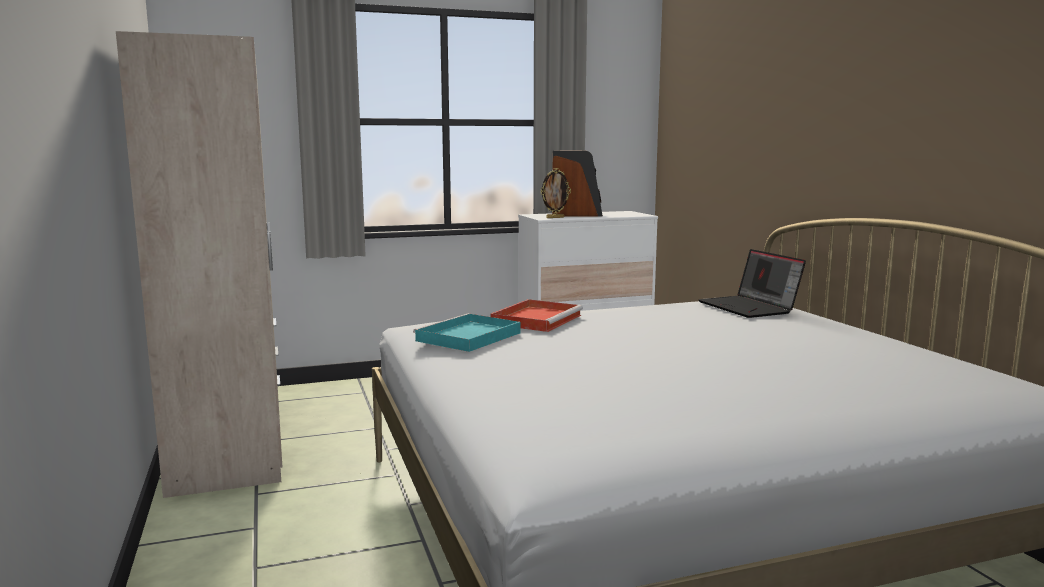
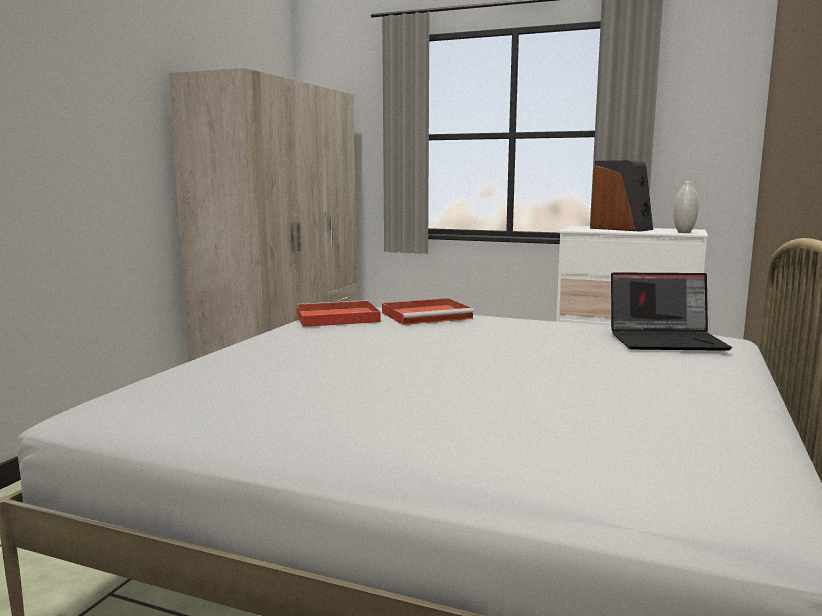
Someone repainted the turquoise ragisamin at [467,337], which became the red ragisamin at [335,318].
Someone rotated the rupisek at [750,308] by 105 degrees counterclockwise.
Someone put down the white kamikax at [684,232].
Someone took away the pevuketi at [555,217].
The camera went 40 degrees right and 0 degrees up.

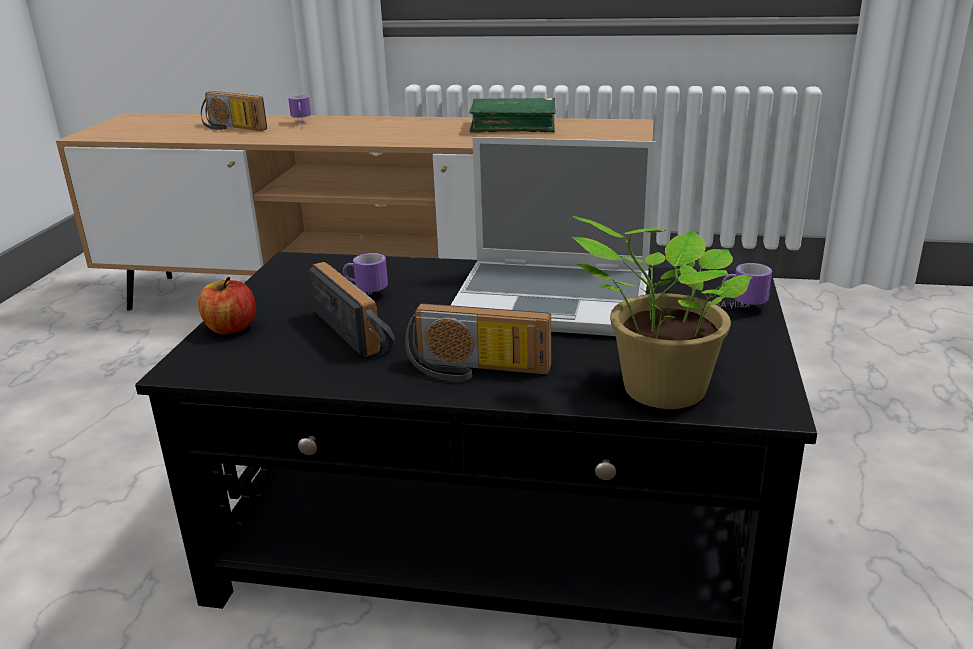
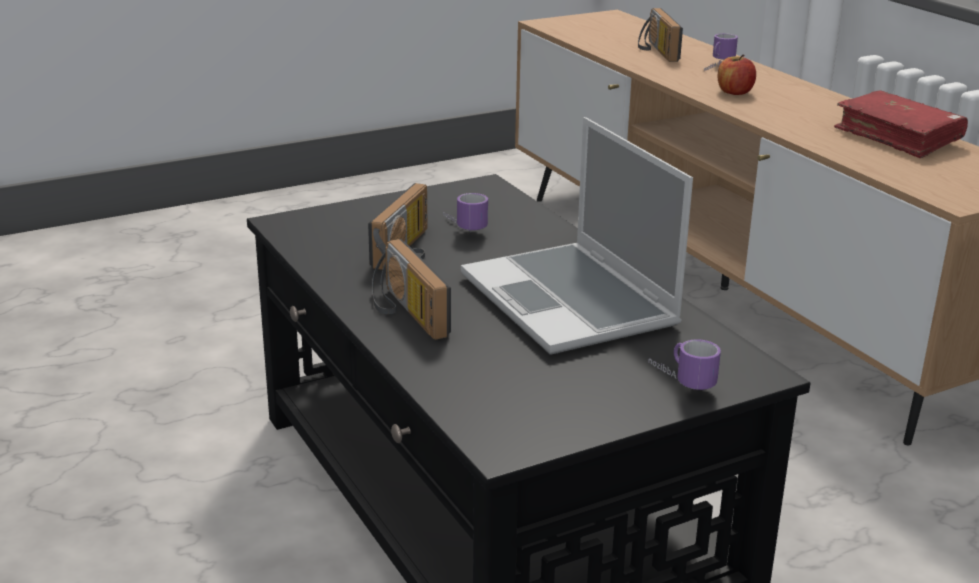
Someone carried the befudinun from [230,328] to [734,92].
Someone repainted the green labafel at [513,126], which became the red labafel at [898,137].
Someone took away the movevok at [657,390].
The camera went 50 degrees right and 0 degrees up.

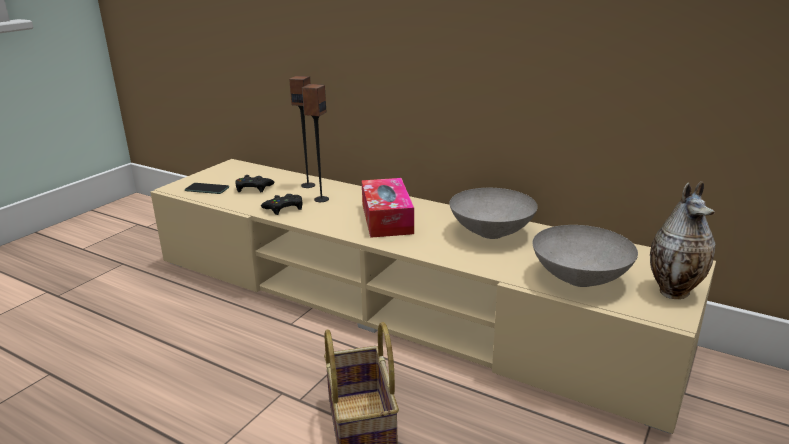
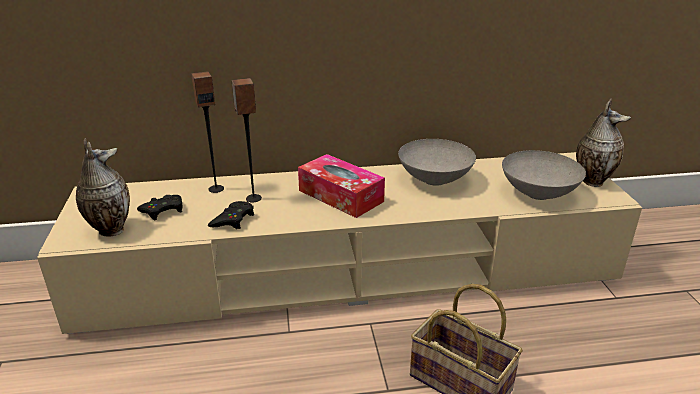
Someone swapped the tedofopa at [207,189] for the kamikax at [109,229].
The camera went 40 degrees left and 5 degrees up.

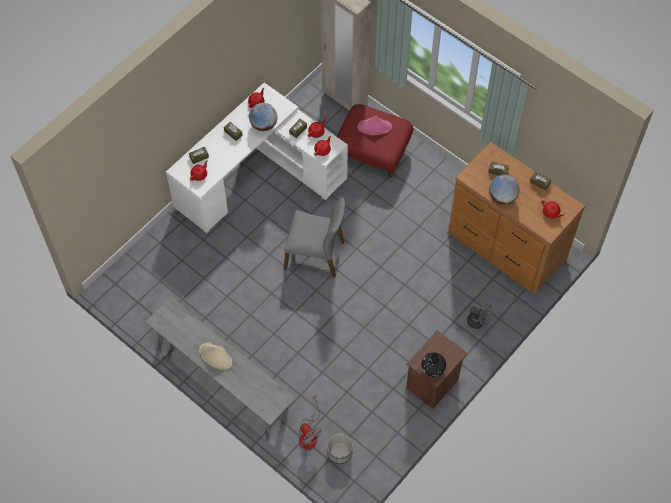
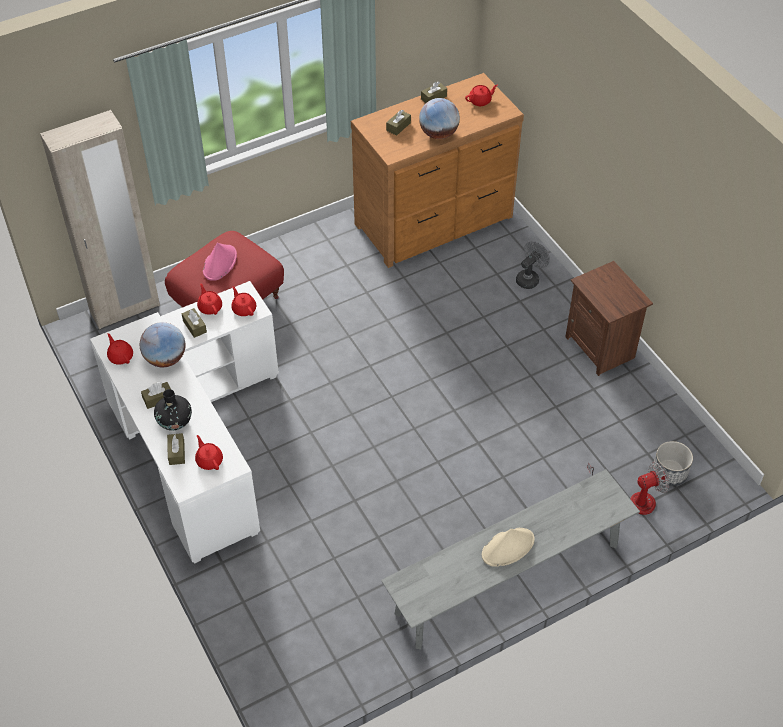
Someone carried the black kamikax from [433,369] to [175,421].
Someone took away the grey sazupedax at [315,254].
The camera went 70 degrees left and 10 degrees down.

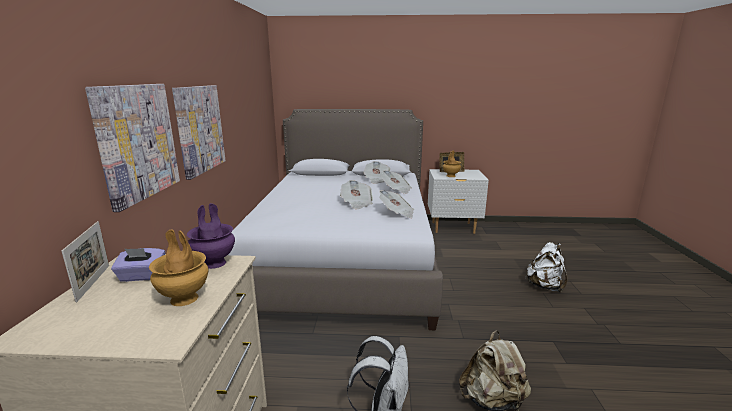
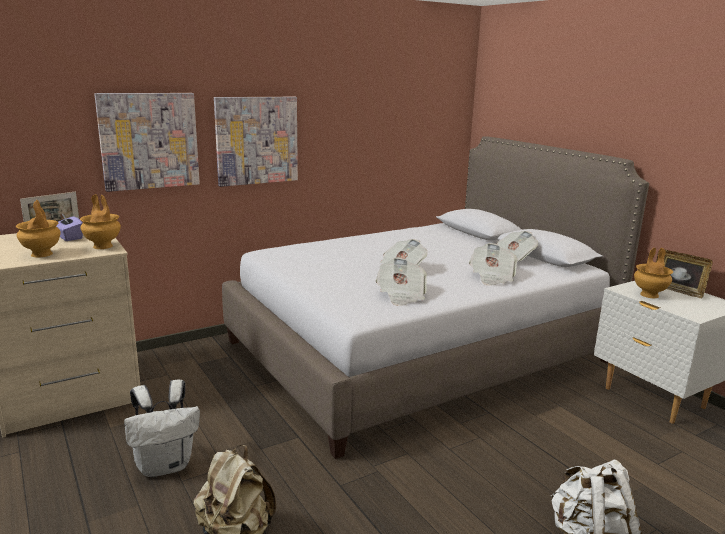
Someone repainted the purple kamikax at [215,263], which became the brown kamikax at [103,246].
The camera went 55 degrees right and 0 degrees up.

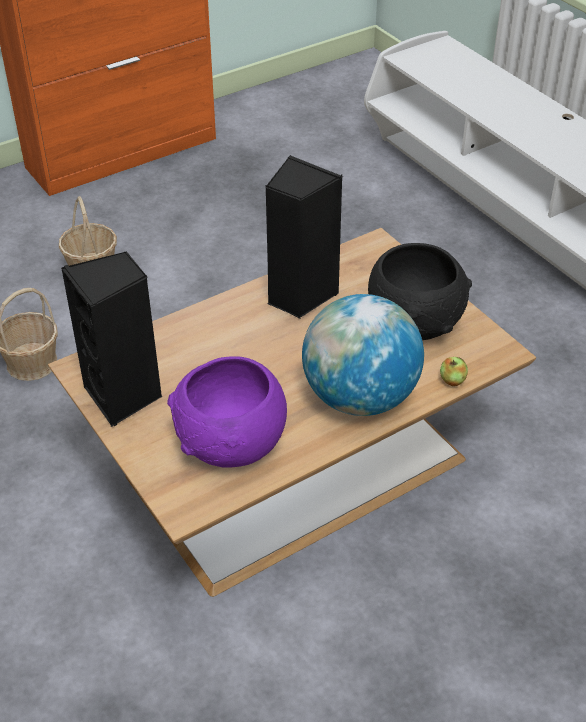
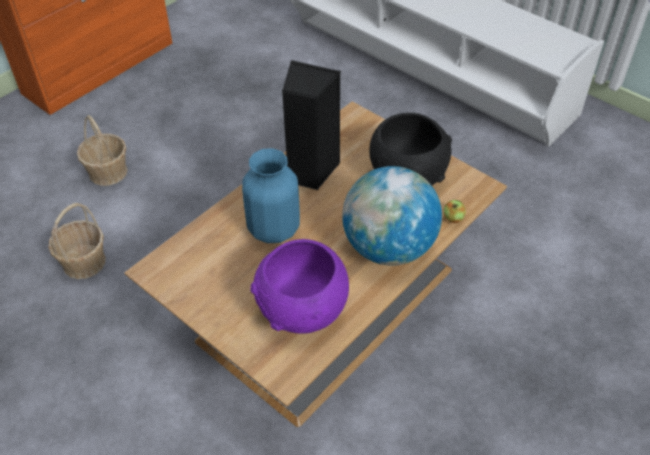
Someone put down the blue kamikax at [273,228].
Someone took away the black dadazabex at [124,396].
The camera went 15 degrees left and 5 degrees up.

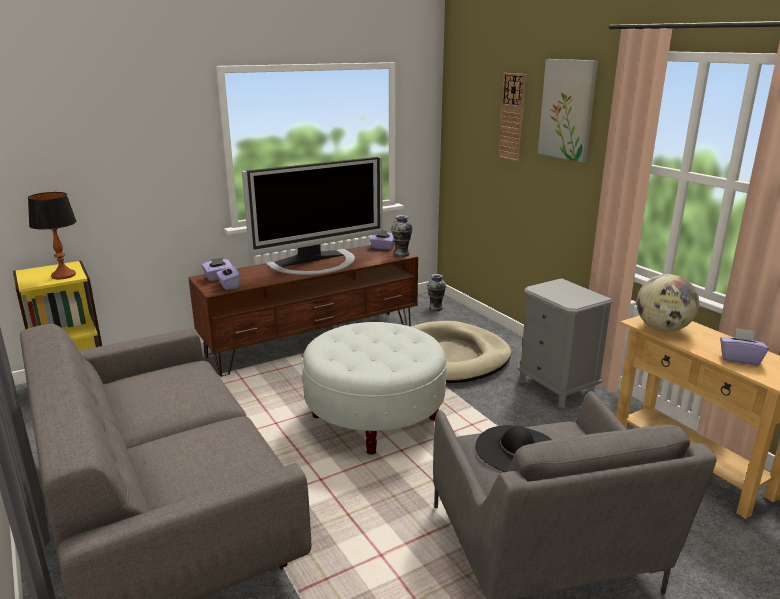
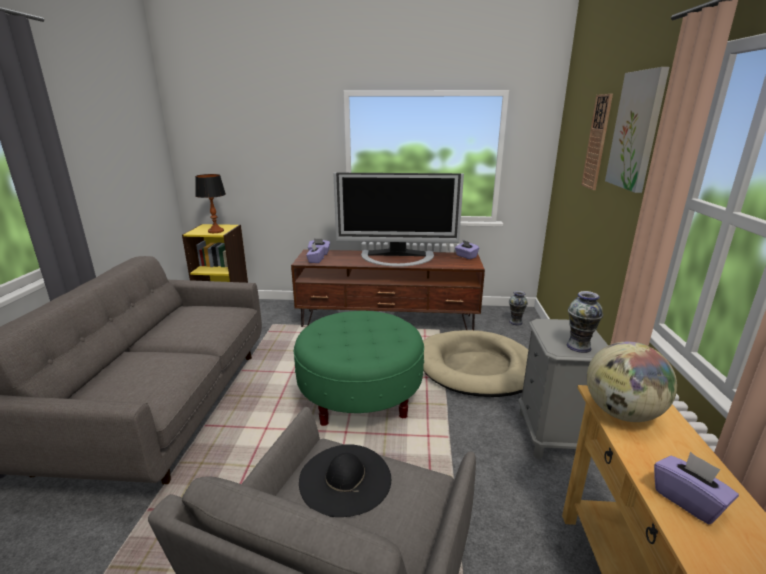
Someone repainted the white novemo at [375,417], which became the green novemo at [360,396].
Someone carried the kamikax from [401,254] to [579,346].
The camera went 35 degrees right and 0 degrees up.

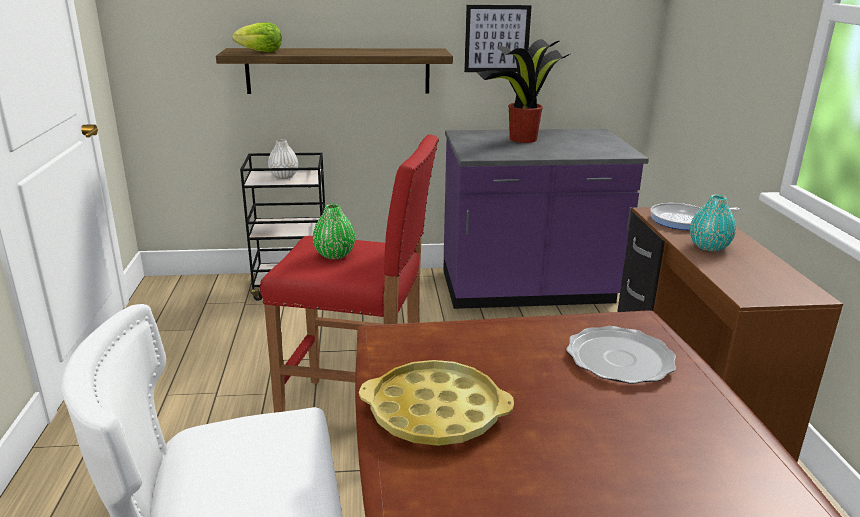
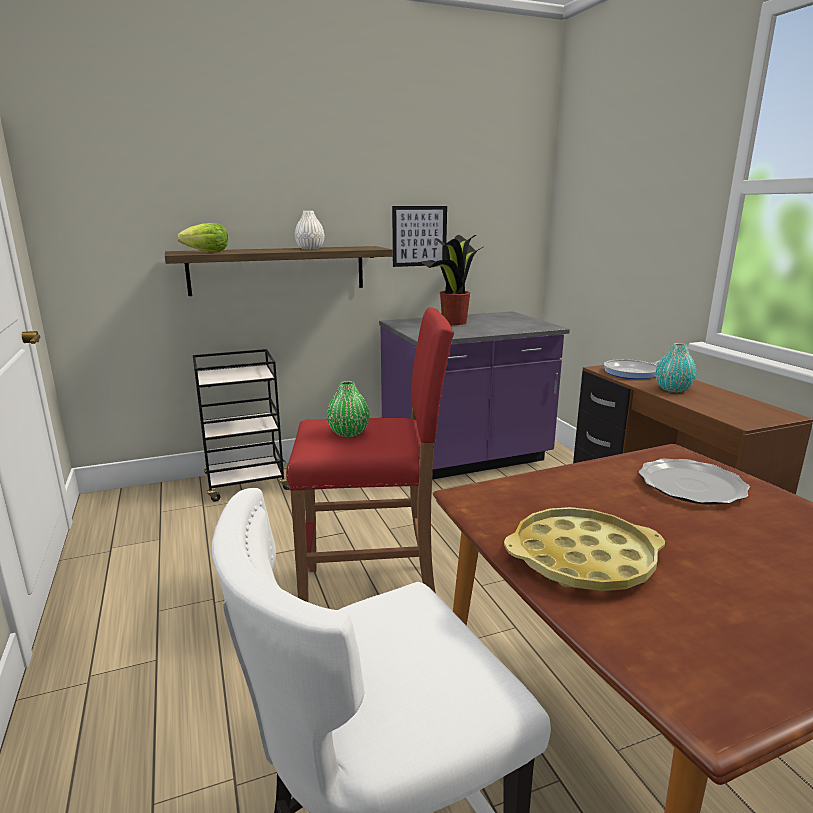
Someone carried the white kamikax from [284,176] to [310,249].
The camera went 15 degrees left and 5 degrees down.

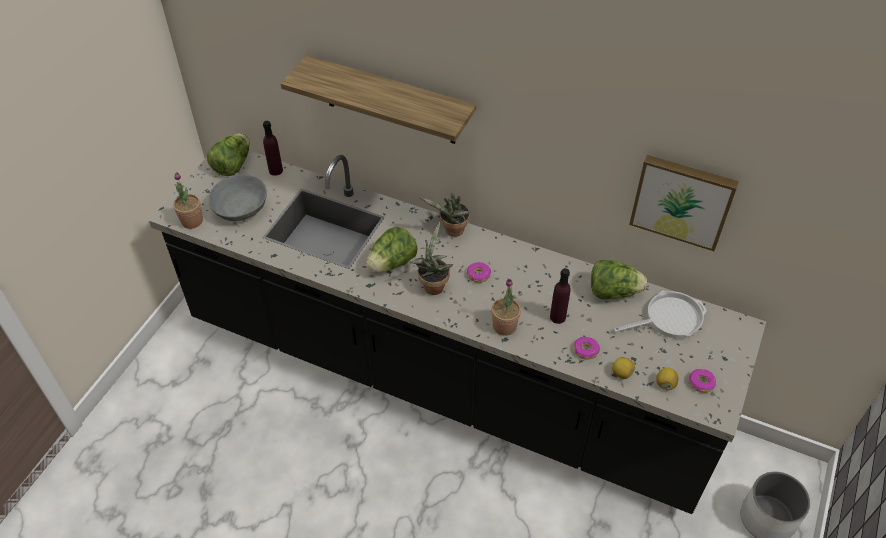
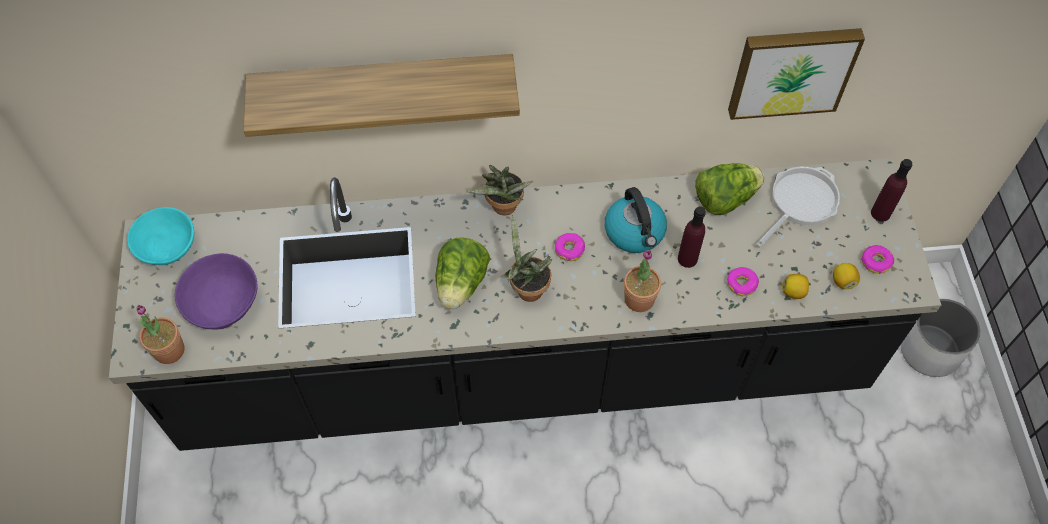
Someone swapped the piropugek at [233,165] for the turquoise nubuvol at [167,247].
Someone repainted the grey nubuvol at [241,209], which became the purple nubuvol at [222,302].
Someone put down the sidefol at [635,232].
Someone carried the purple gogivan from [275,170] to [880,213].
The camera went 30 degrees left and 10 degrees up.

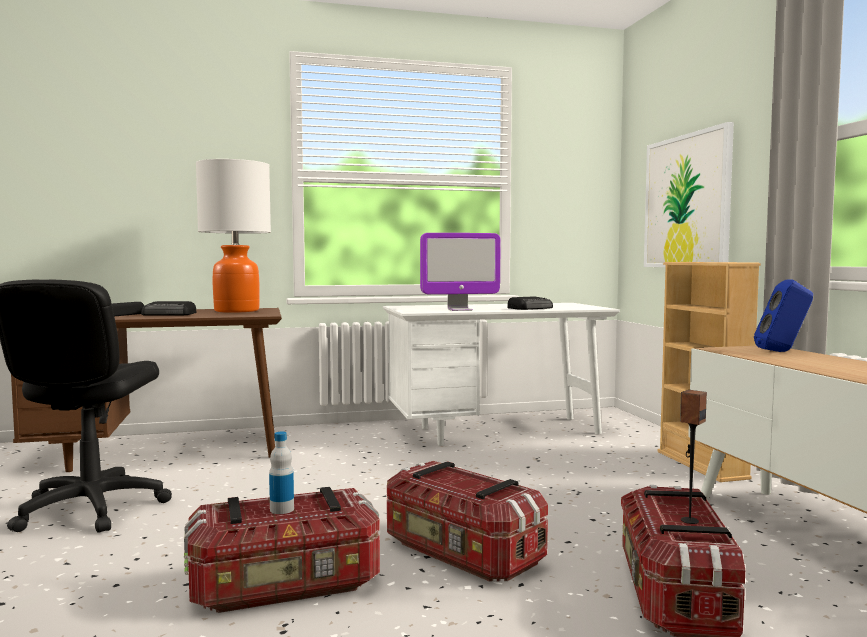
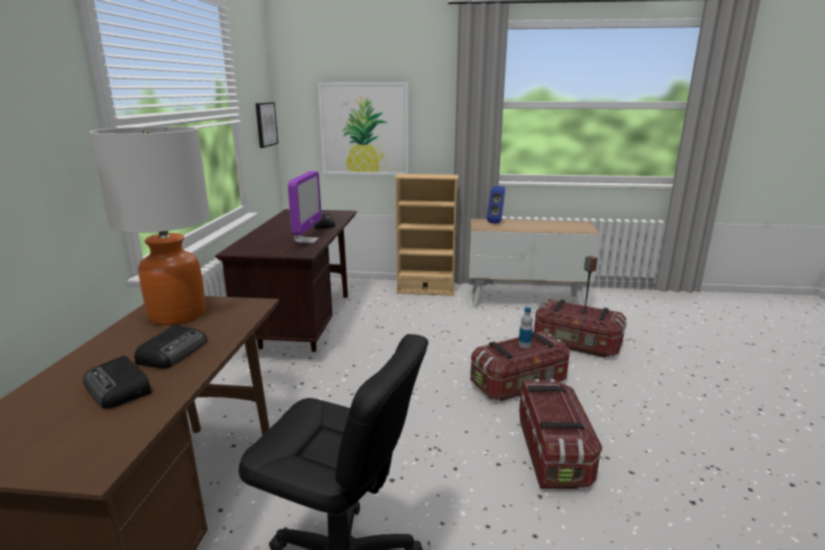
Someone repainted the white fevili at [496,432], which became the brown fevili at [304,324].
Someone put up the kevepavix at [265,124].
Someone carried the gogivan from [282,509] to [524,345].
The camera went 70 degrees left and 15 degrees up.

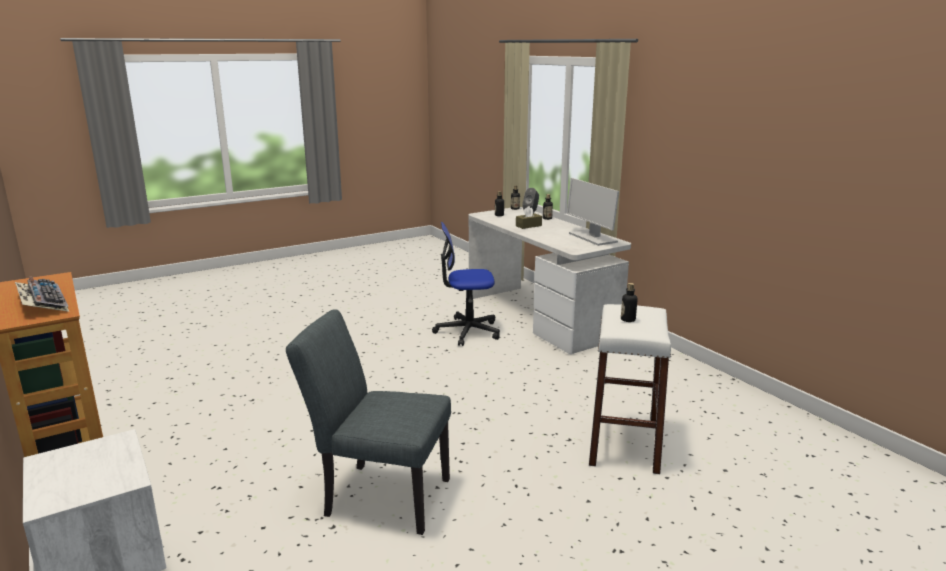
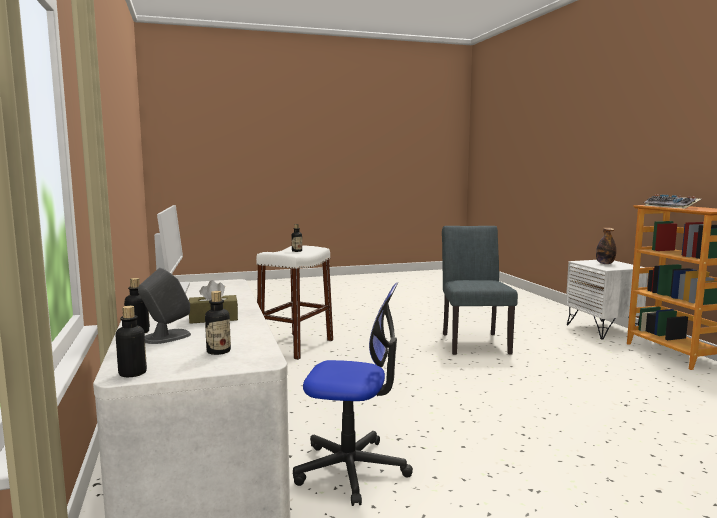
Someone rotated the grey sazupedax at [378,495] by 120 degrees counterclockwise.
Someone put down the gogivan at [605,263].
The camera went 165 degrees left and 10 degrees down.

